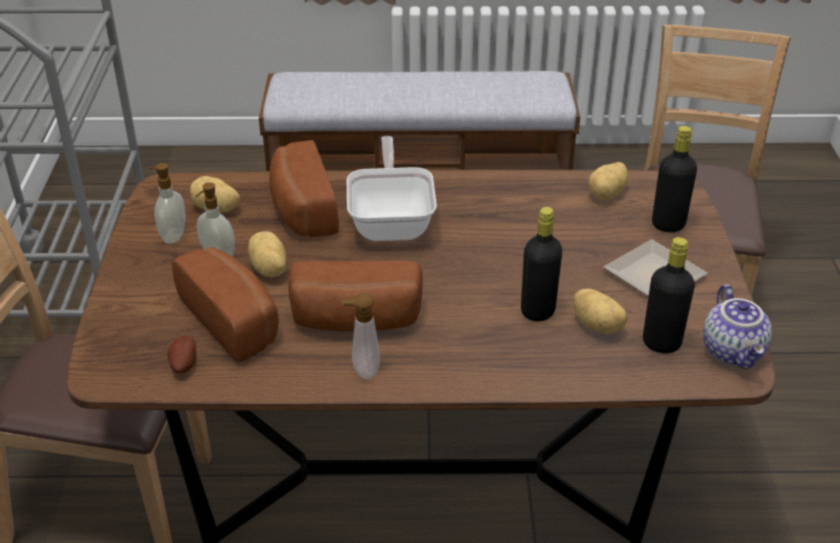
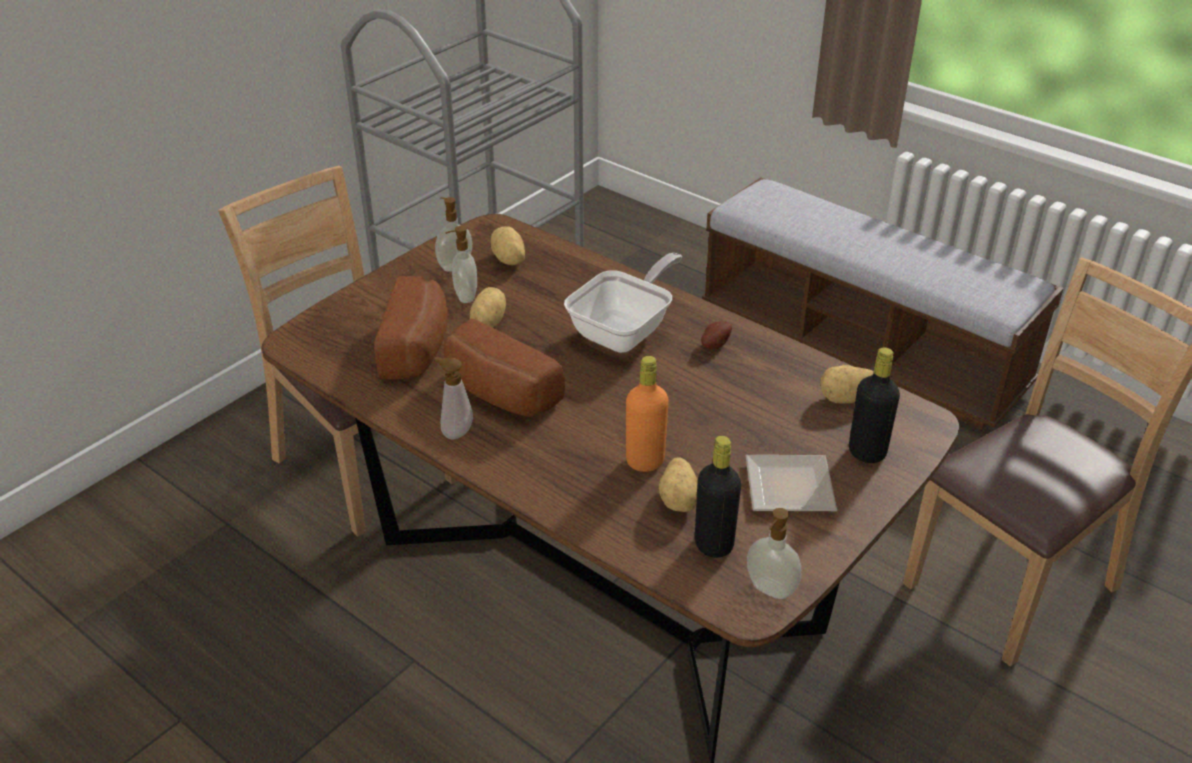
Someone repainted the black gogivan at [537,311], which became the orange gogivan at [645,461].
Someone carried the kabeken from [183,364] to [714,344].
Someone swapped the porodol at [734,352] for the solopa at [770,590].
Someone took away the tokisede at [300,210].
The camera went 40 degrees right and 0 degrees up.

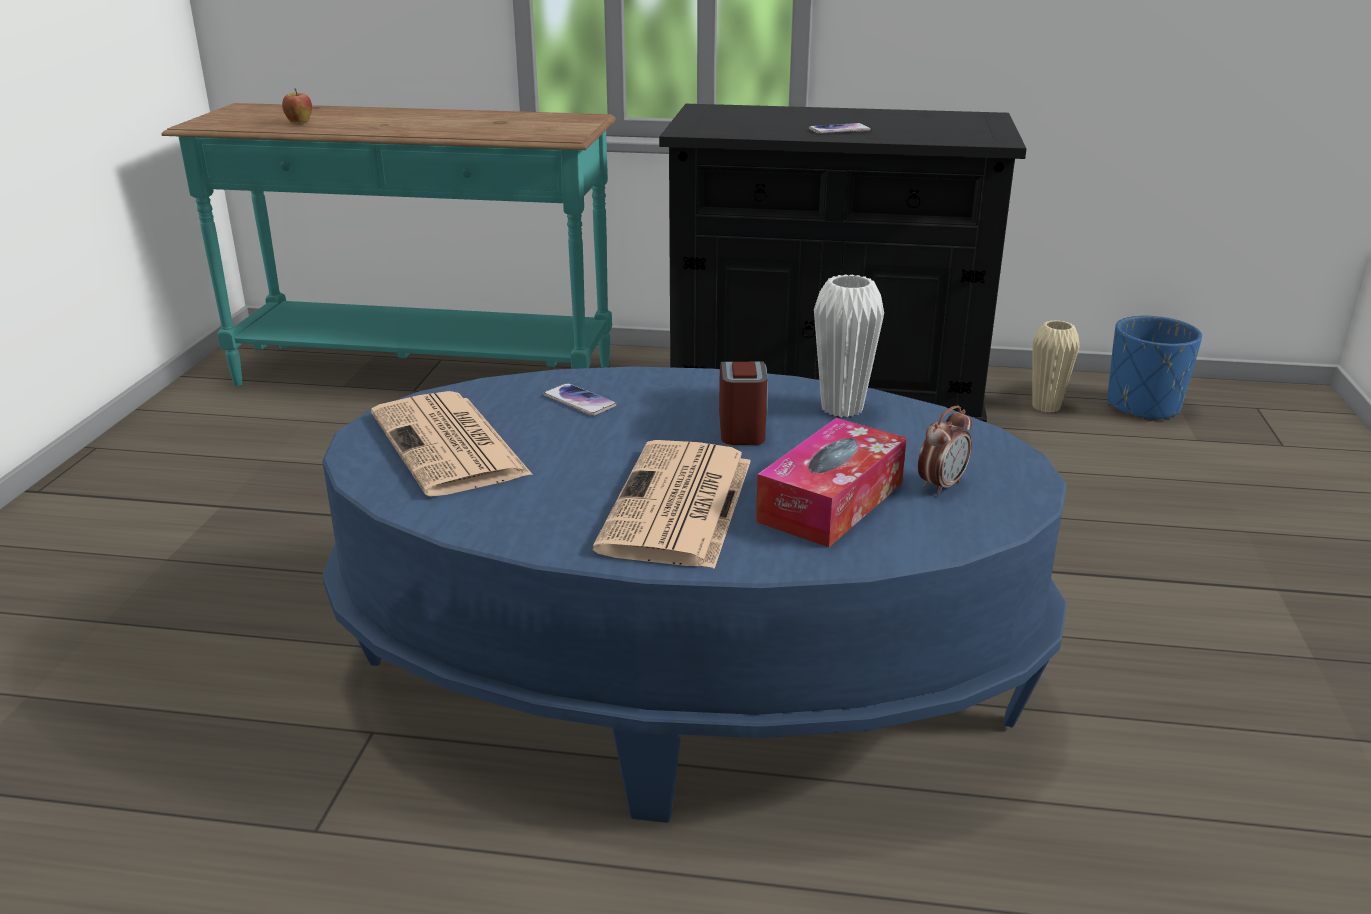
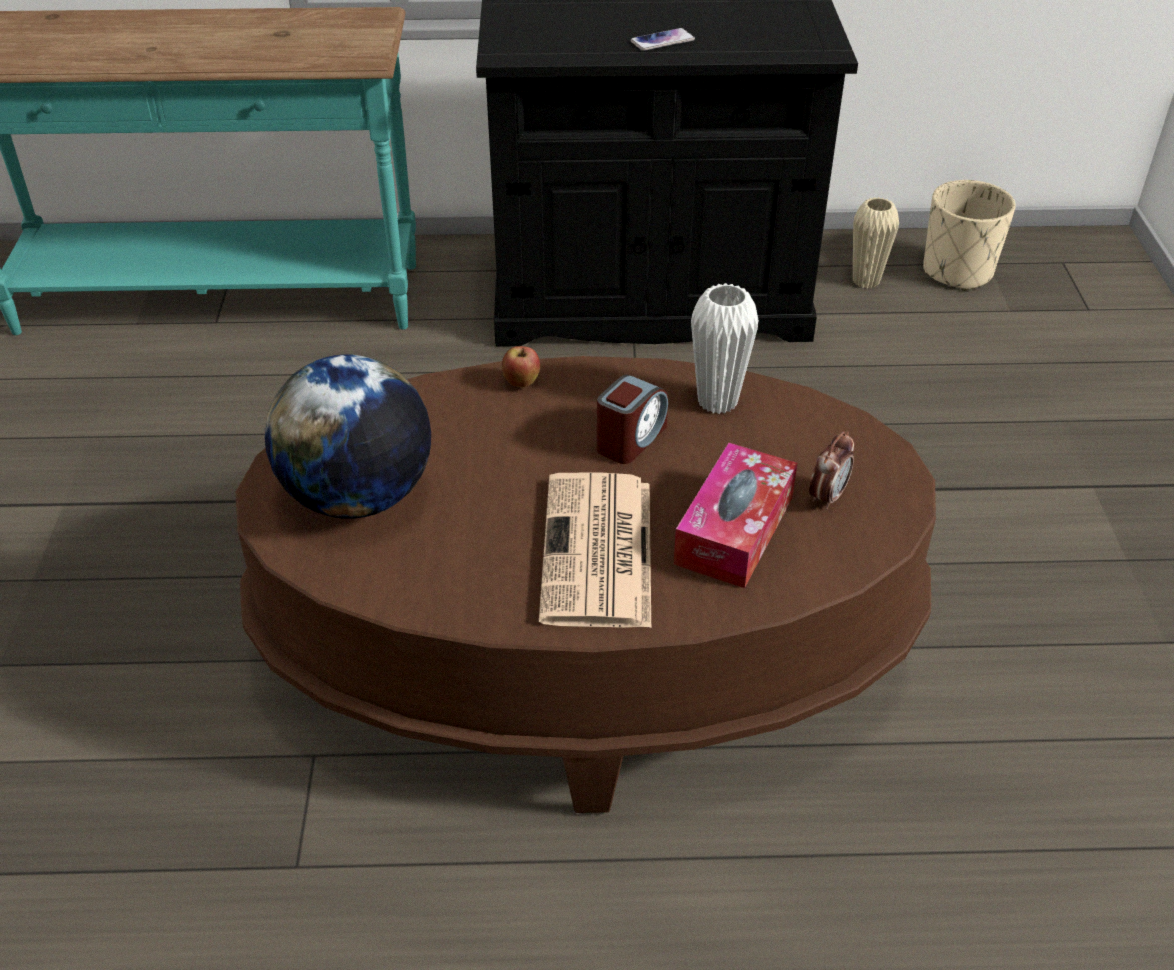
Someone repainted the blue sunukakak at [685,677], which became the brown sunukakak at [586,654].
Someone swapped the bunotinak at [451,445] for the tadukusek at [359,497].
Someone carried the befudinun from [300,123] to [521,383].
Someone rotated the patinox at [742,428] by 45 degrees clockwise.
Someone repainted the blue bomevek at [1143,407], which became the beige bomevek at [957,272].
Someone took away the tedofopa at [579,401].
The camera went 10 degrees left and 15 degrees up.

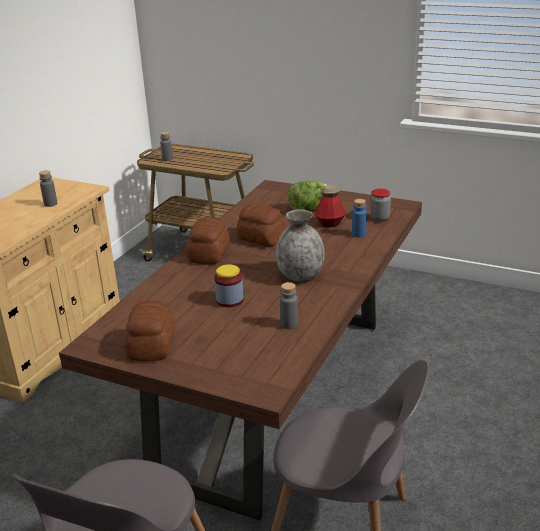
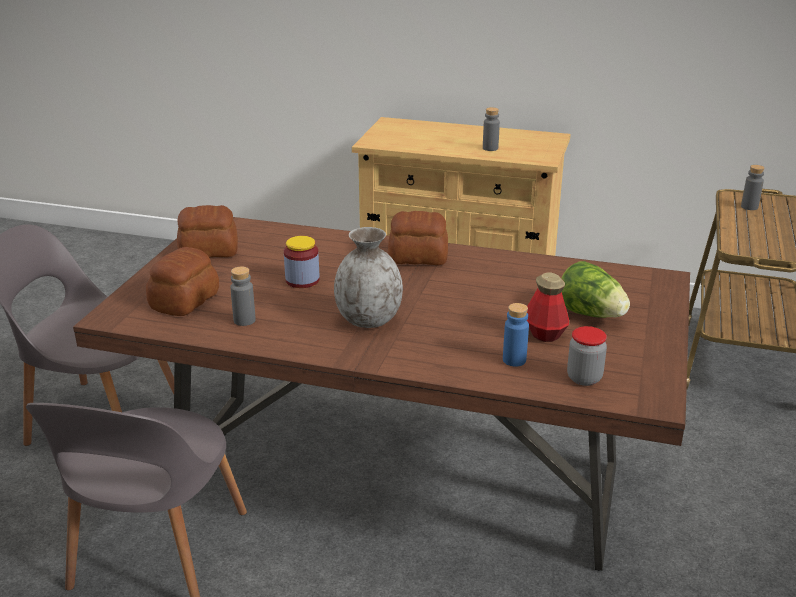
Someone carried the tokisede from [261,238] to [186,301].
The camera went 80 degrees right and 0 degrees up.

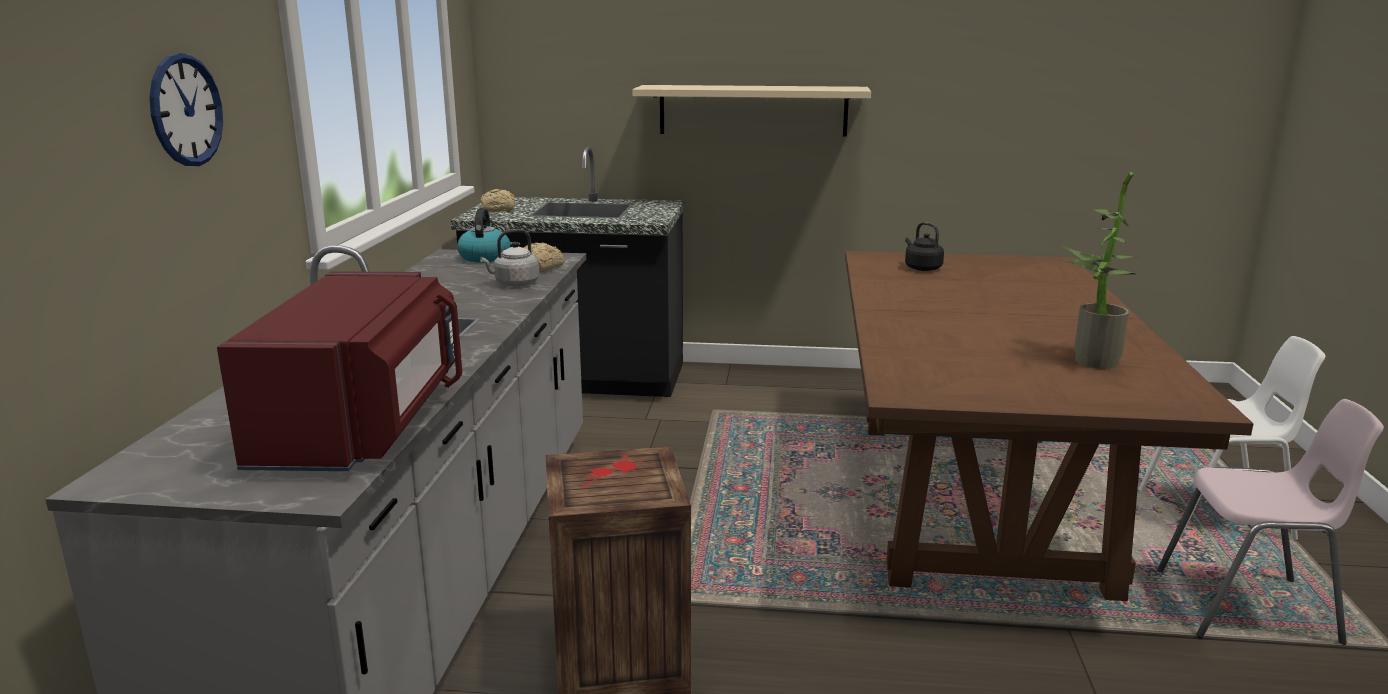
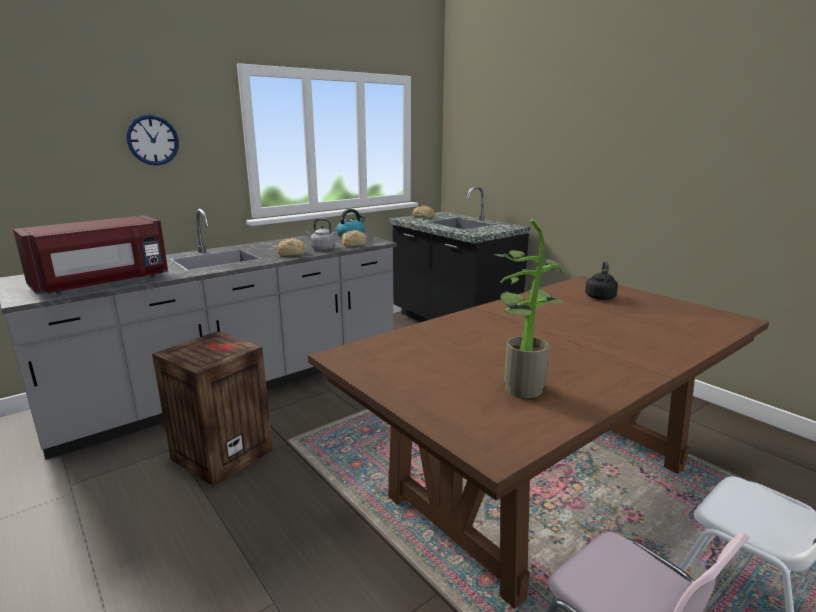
Someone put down the tokisede at [291,254].
Someone took away the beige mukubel at [753,110].
The camera went 45 degrees right and 0 degrees up.

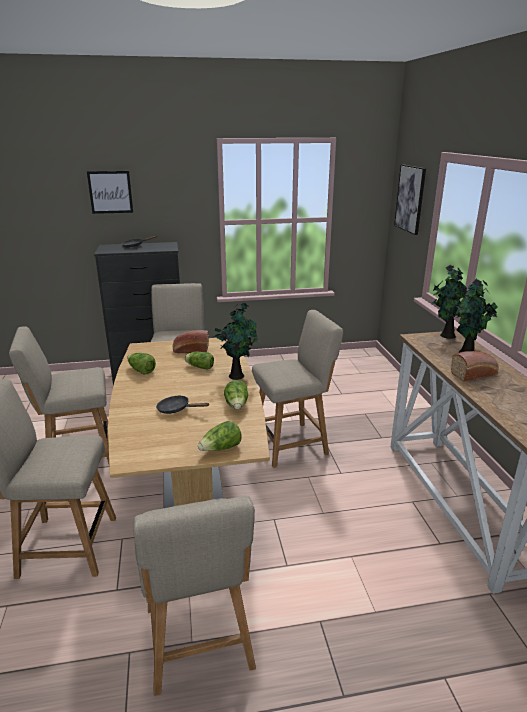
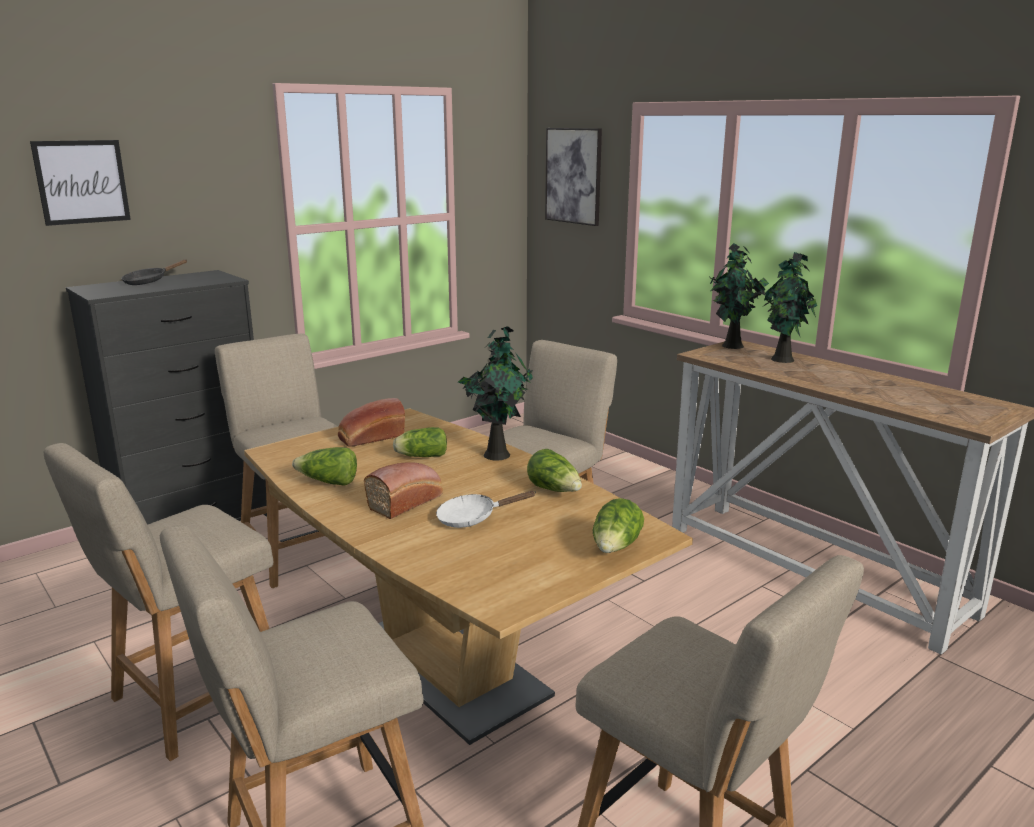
Someone carried the tokisede from [474,374] to [407,502].
Someone repainted the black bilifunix at [176,409], which became the white bilifunix at [472,518].
The camera went 30 degrees left and 5 degrees down.

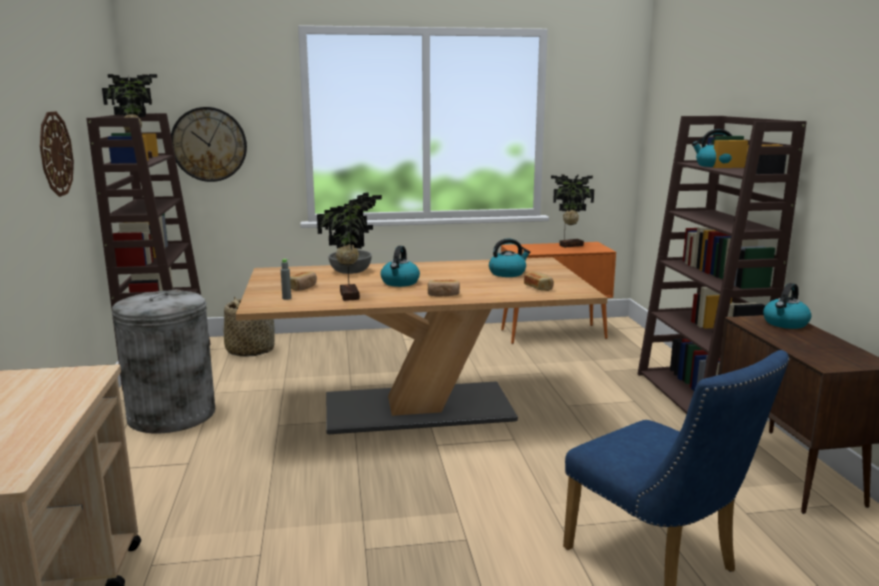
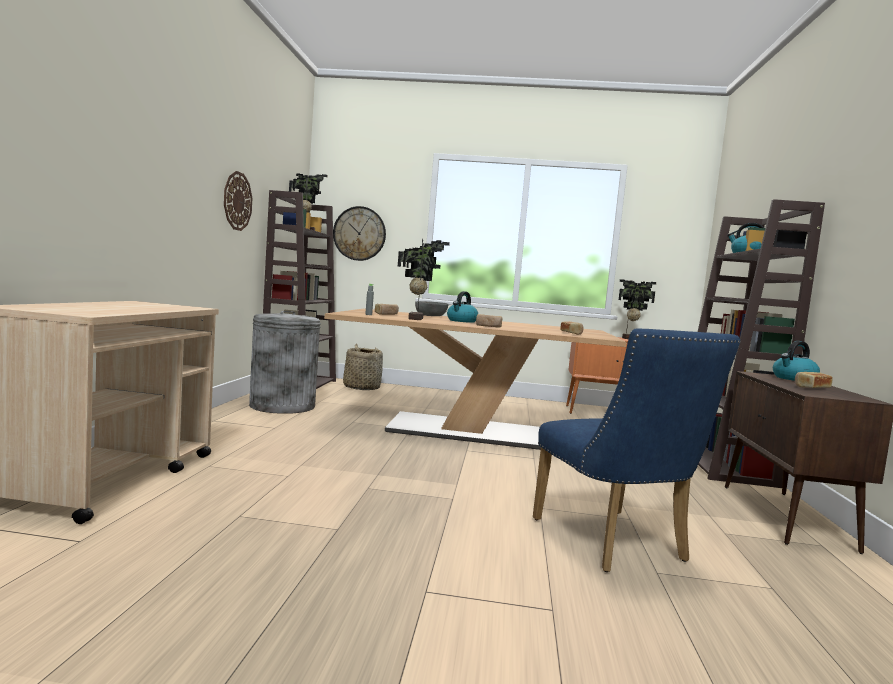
Someone put down the tokisede at [811,388].
Someone took away the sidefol at [508,273].
The camera went 15 degrees right and 10 degrees down.

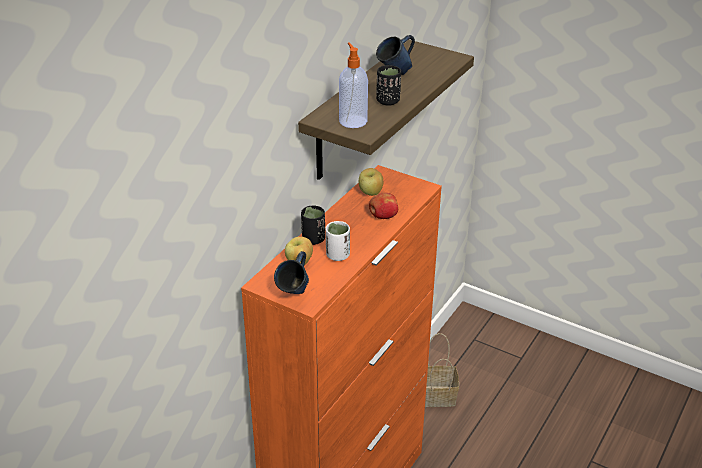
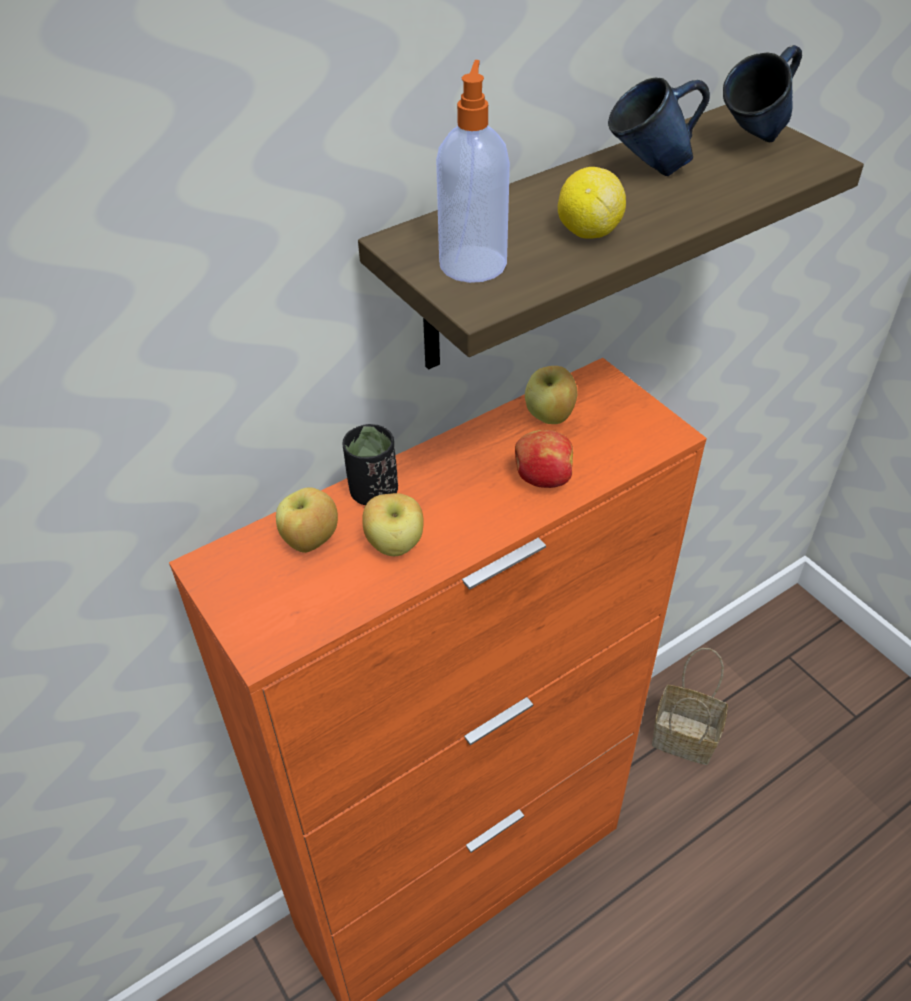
Someone swapped the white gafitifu at [337,255] for the befudinun at [395,546].
Someone swapped the black gafitifu at [388,101] for the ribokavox at [588,232].
Someone carried the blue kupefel from [295,296] to [754,143].
The camera went 25 degrees right and 10 degrees up.

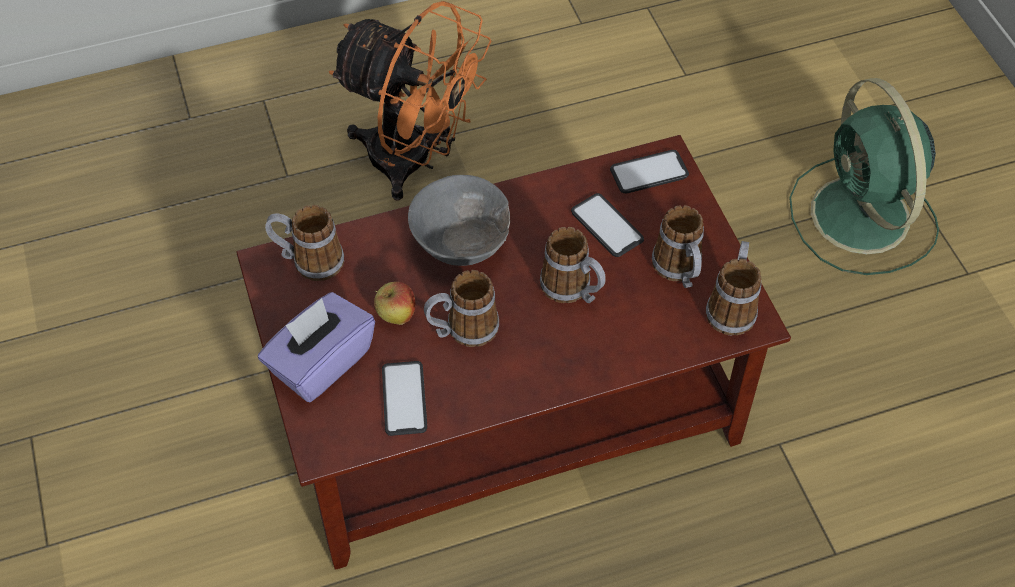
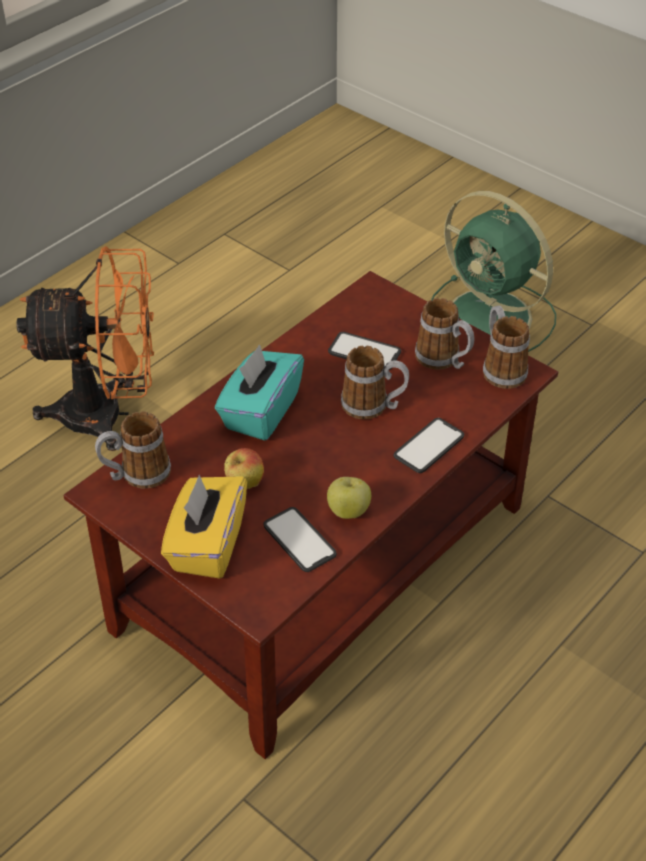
Someone repainted the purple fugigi at [321,362], which became the yellow fugigi at [207,545].
Someone swapped the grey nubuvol at [462,247] for the turquoise fugigi at [260,412].
Someone put down the befudinun at [348,511].
Someone carried the tedofopa from [649,172] to [429,446].
Someone took away the kupefel at [462,330].
The camera went 30 degrees left and 10 degrees down.

